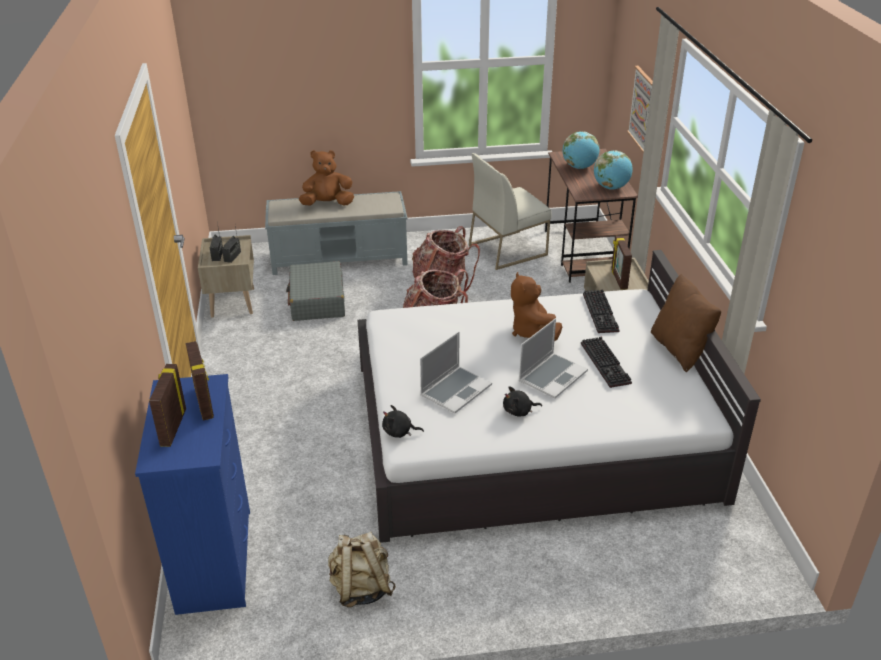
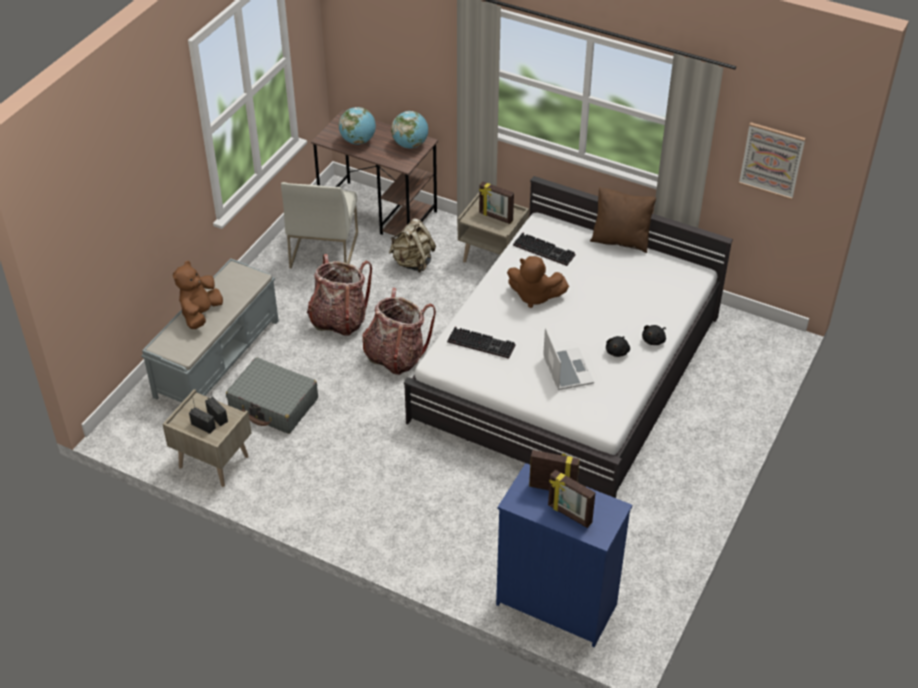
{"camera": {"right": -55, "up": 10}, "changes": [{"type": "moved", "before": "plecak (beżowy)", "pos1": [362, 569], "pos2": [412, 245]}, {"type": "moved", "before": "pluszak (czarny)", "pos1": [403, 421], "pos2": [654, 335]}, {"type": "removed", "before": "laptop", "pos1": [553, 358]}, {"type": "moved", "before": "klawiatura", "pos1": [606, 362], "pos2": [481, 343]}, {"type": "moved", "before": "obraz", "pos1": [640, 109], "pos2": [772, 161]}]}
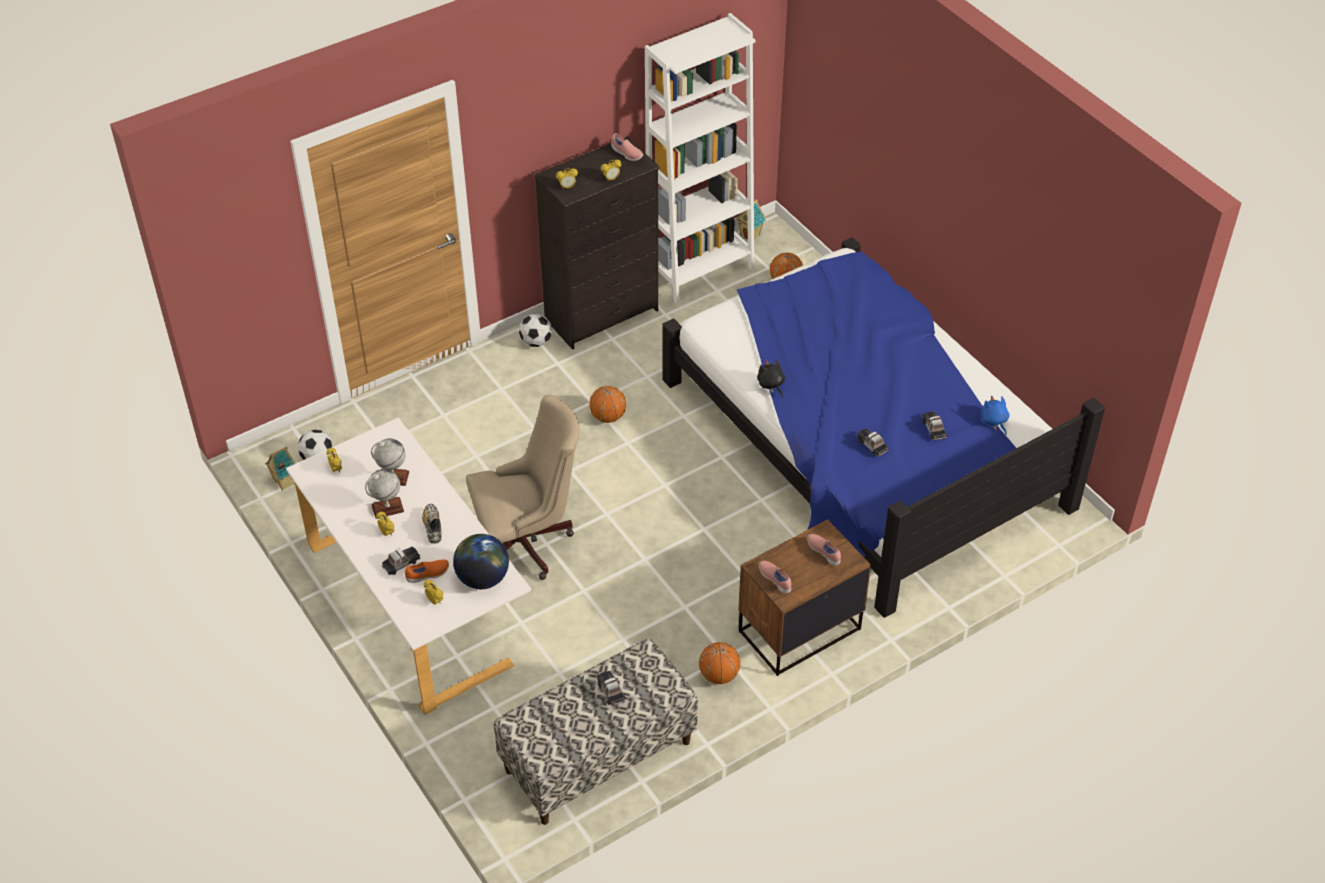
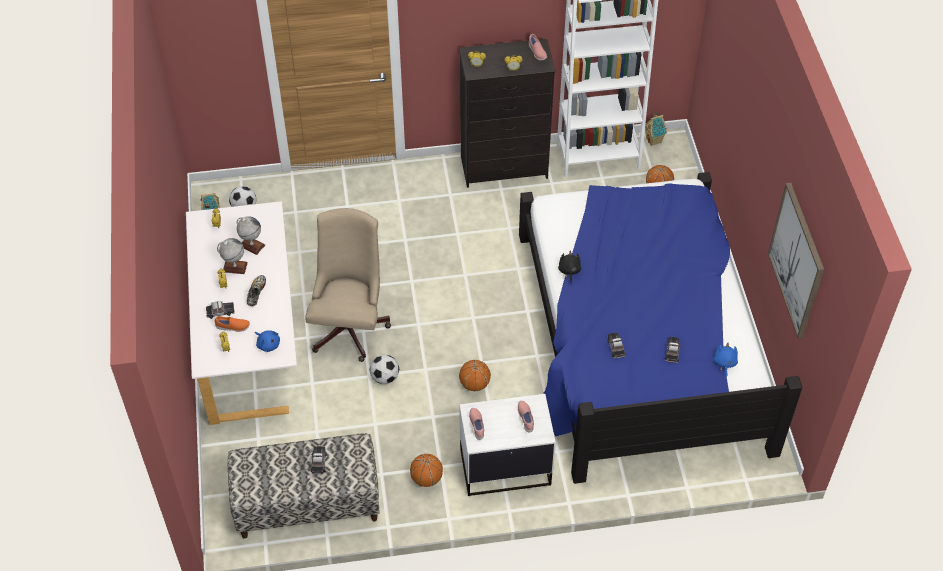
{"camera": {"right": 25, "up": 5}, "changes": [{"type": "replaced", "before": "globus", "after": "pluszak (niebieski)", "pos1": [481, 561], "pos2": [267, 341]}, {"type": "turned", "before": "krzesło biurowe (beżowy)", "pos1": [523, 487], "pos2": [348, 285], "turn": -90}, {"type": "moved", "before": "piłka futbolowa", "pos1": [535, 330], "pos2": [384, 369]}, {"type": "moved", "before": "piłka do koszykówki", "pos1": [608, 404], "pos2": [475, 375]}, {"type": "recoloured", "before": "szafka nocna (brązowy)", "after": "szafka nocna (biały)", "pos1": [804, 597], "pos2": [507, 445]}, {"type": "added", "after": "obraz", "pos2": [796, 261]}]}
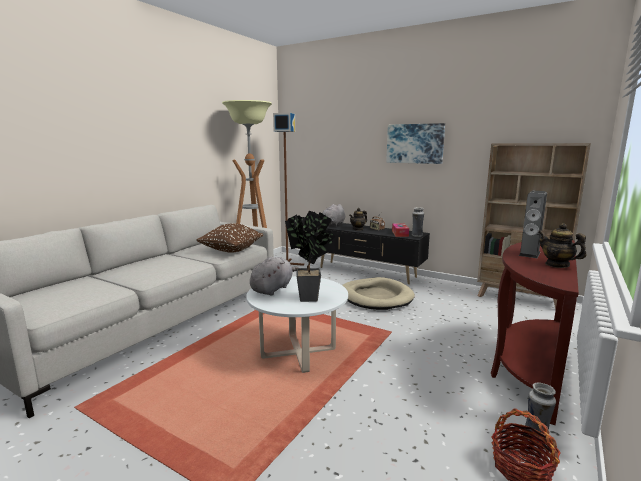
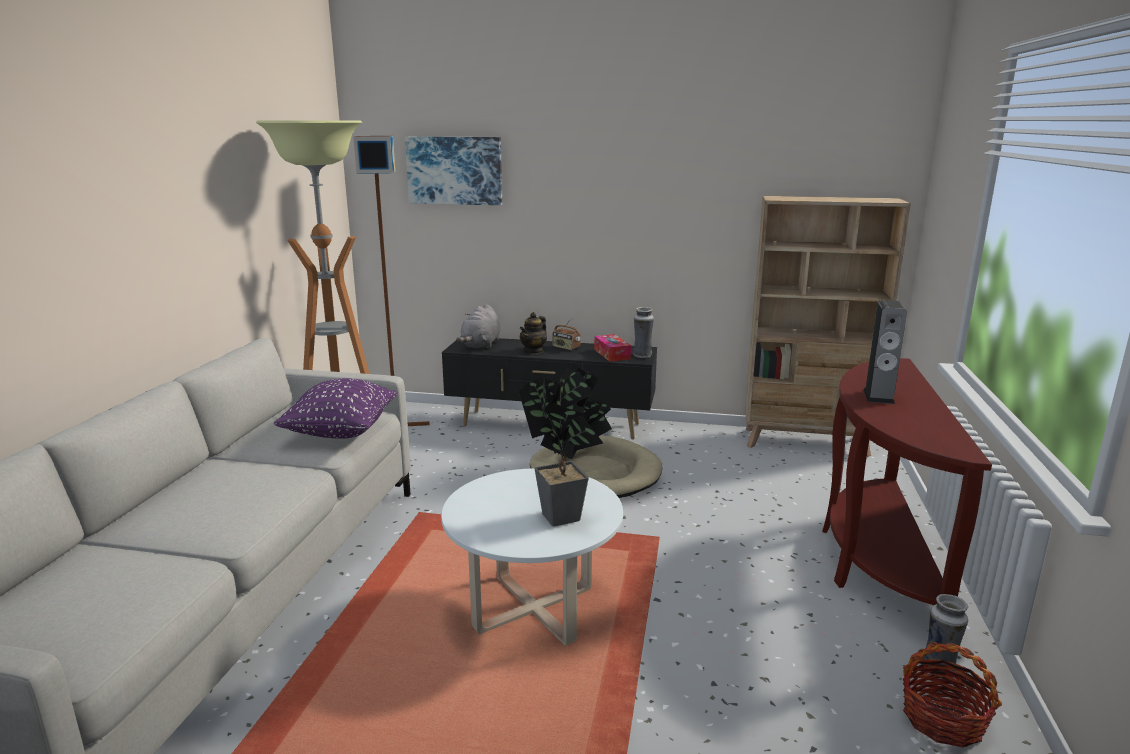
{"camera": {"right": -20, "up": 5}, "changes": [{"type": "recoloured", "before": "poduszka (brązowy)", "after": "poduszka (fioletowy)", "pos1": [229, 238], "pos2": [335, 408]}, {"type": "removed", "before": "pluszak (szary)", "pos1": [274, 276]}, {"type": "moved", "before": "obraz", "pos1": [415, 143], "pos2": [453, 171]}, {"type": "removed", "before": "imbryk", "pos1": [562, 245]}]}
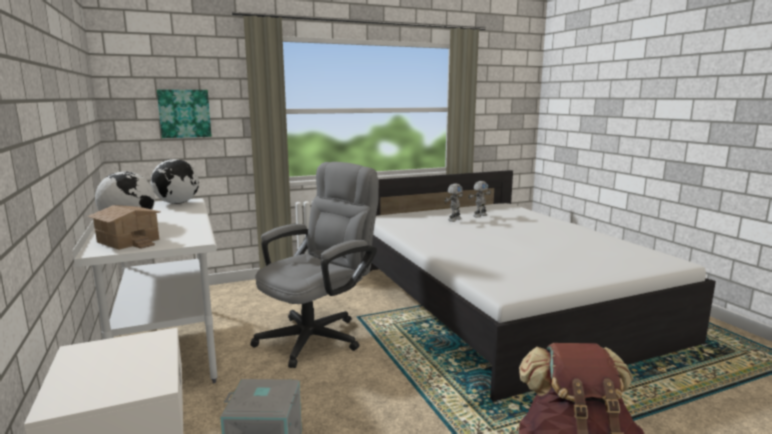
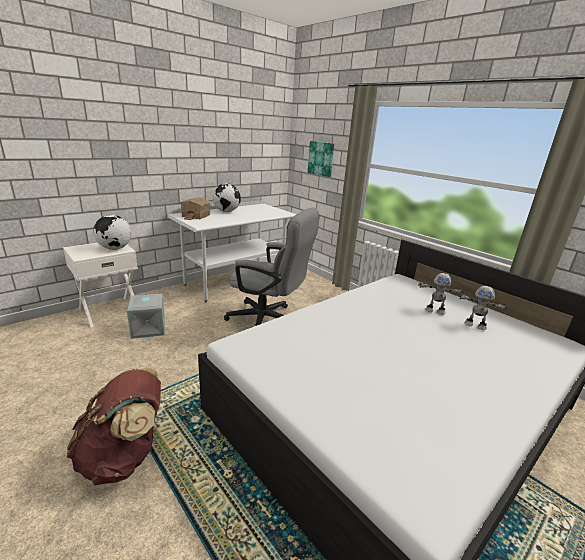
{"camera": {"right": 70, "up": 10}, "changes": [{"type": "moved", "before": "globus", "pos1": [175, 181], "pos2": [112, 232]}]}
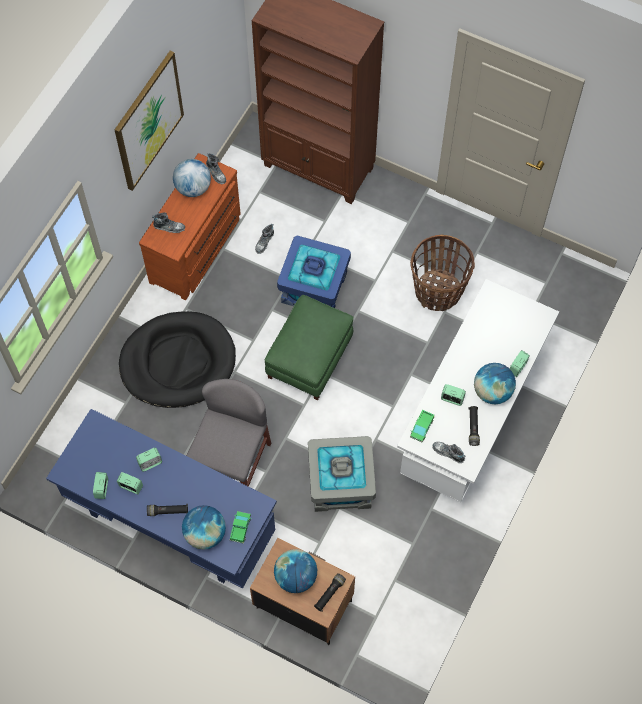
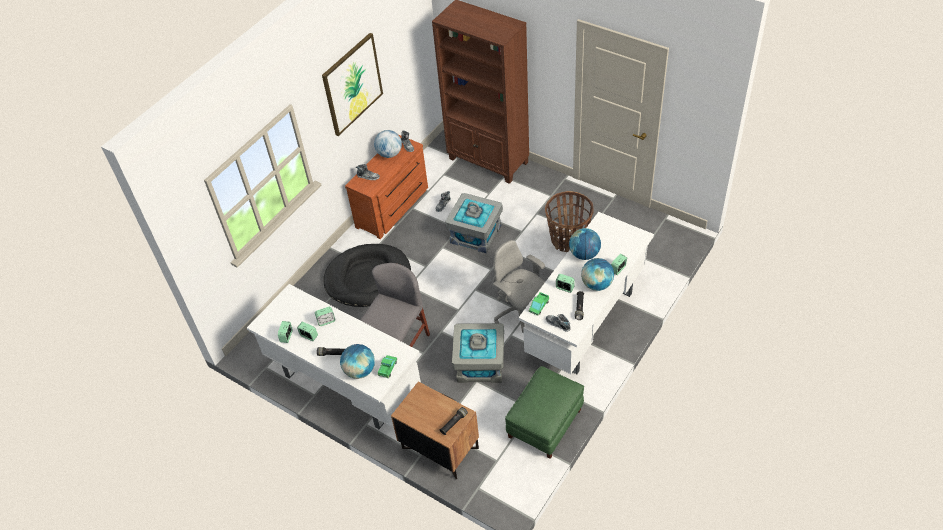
{"camera": {"right": 10, "up": -15}, "changes": [{"type": "recoloured", "before": "biurko (niebieski)", "after": "biurko (biały)", "pos1": [161, 498], "pos2": [334, 356]}, {"type": "moved", "before": "pufa (zielony)", "pos1": [309, 347], "pos2": [544, 412]}, {"type": "moved", "before": "globus", "pos1": [295, 571], "pos2": [585, 244]}, {"type": "recoloured", "before": "pojemnik do przechowywania (niebieski)", "after": "pojemnik do przechowywania (szary)", "pos1": [314, 272], "pos2": [474, 223]}, {"type": "added", "after": "krzesło biurowe (szary)", "pos2": [519, 287]}]}
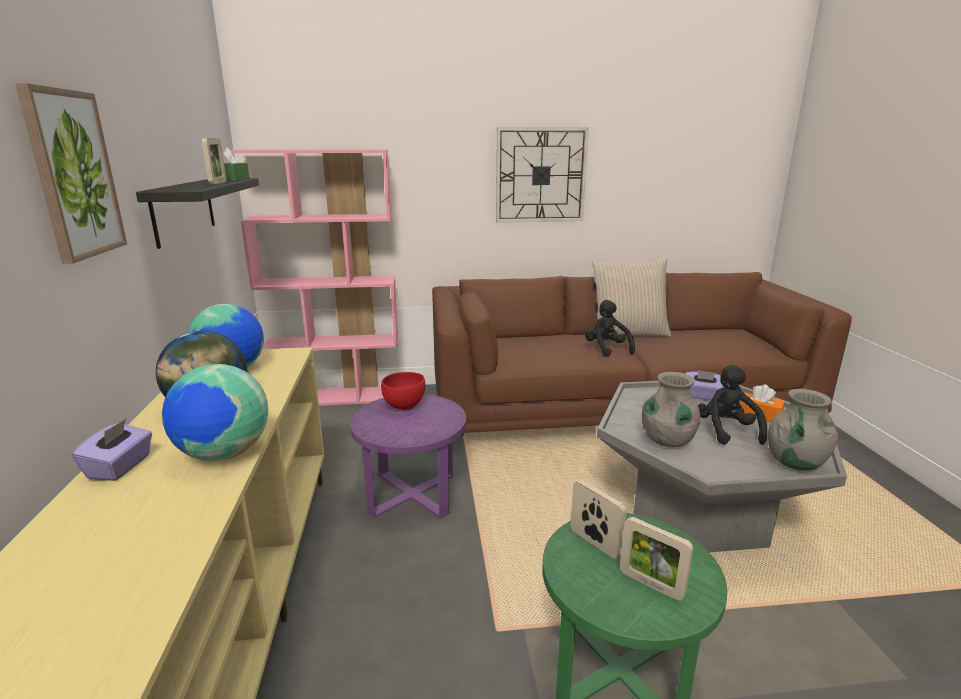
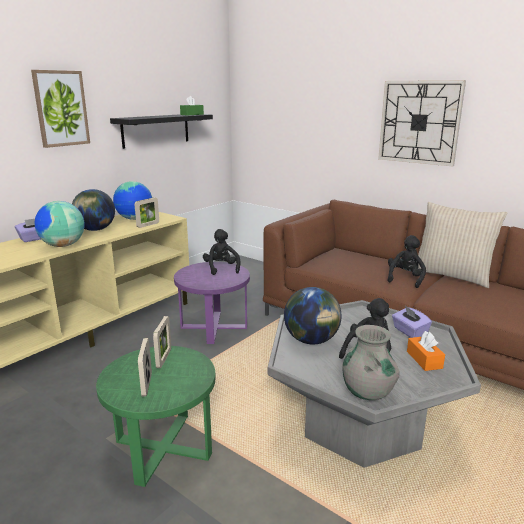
{"camera": {"right": 45, "up": 0}, "changes": [{"type": "moved", "before": "ramka na zdjęcie", "pos1": [214, 161], "pos2": [146, 212]}, {"type": "removed", "before": "regał (różowy)", "pos1": [314, 277]}, {"type": "replaced", "before": "miska (czerwony)", "after": "pluszak (czarny)", "pos1": [403, 391], "pos2": [221, 252]}, {"type": "replaced", "before": "wazon (szary)", "after": "globus", "pos1": [671, 409], "pos2": [313, 316]}]}
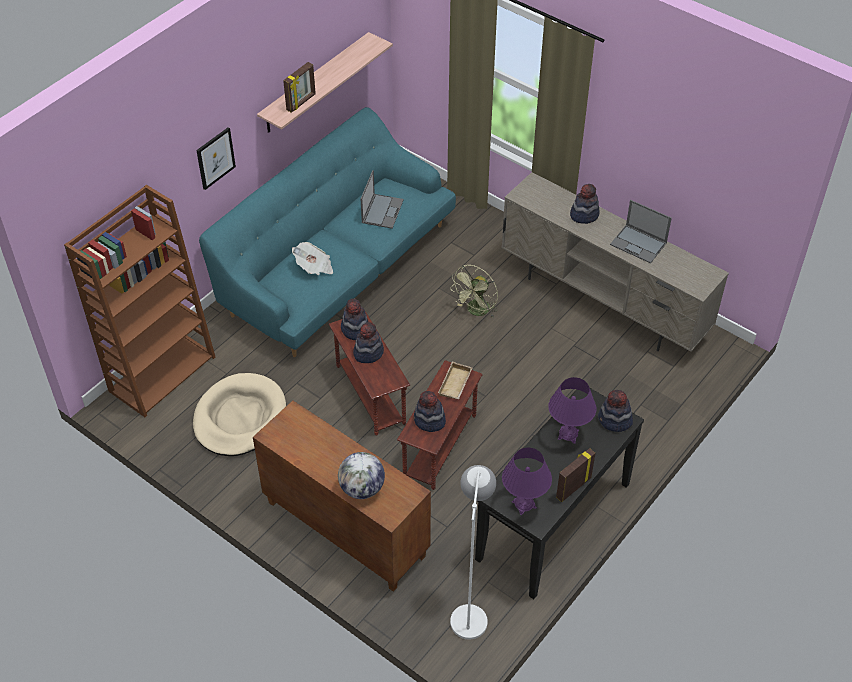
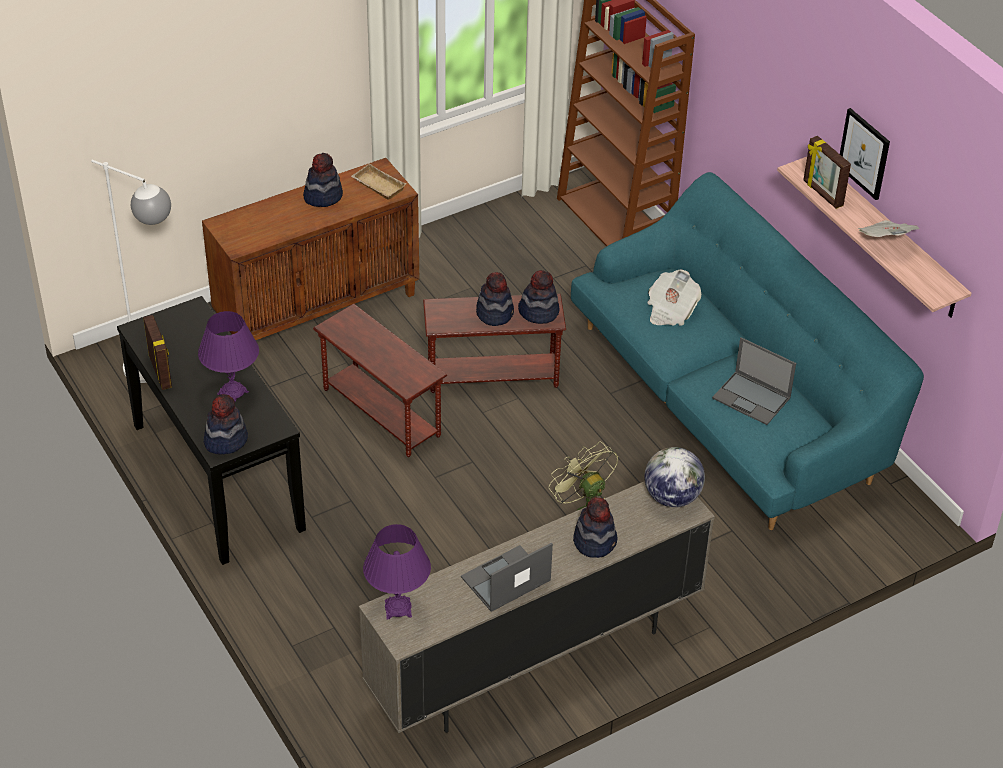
{"camera": {"right": 110, "up": -5}, "changes": [{"type": "removed", "before": "legowisko (beżowy)", "pos1": [239, 414]}, {"type": "moved", "before": "obraz", "pos1": [216, 158], "pos2": [865, 154]}, {"type": "moved", "before": "globus", "pos1": [361, 475], "pos2": [674, 477]}, {"type": "moved", "before": "kapelusz", "pos1": [430, 411], "pos2": [323, 180]}, {"type": "moved", "before": "taca (beżowy)", "pos1": [455, 380], "pos2": [378, 181]}, {"type": "moved", "before": "lampa stołowa (fioletowy)", "pos1": [527, 481], "pos2": [397, 572]}, {"type": "added", "after": "gazeta", "pos2": [888, 228]}]}
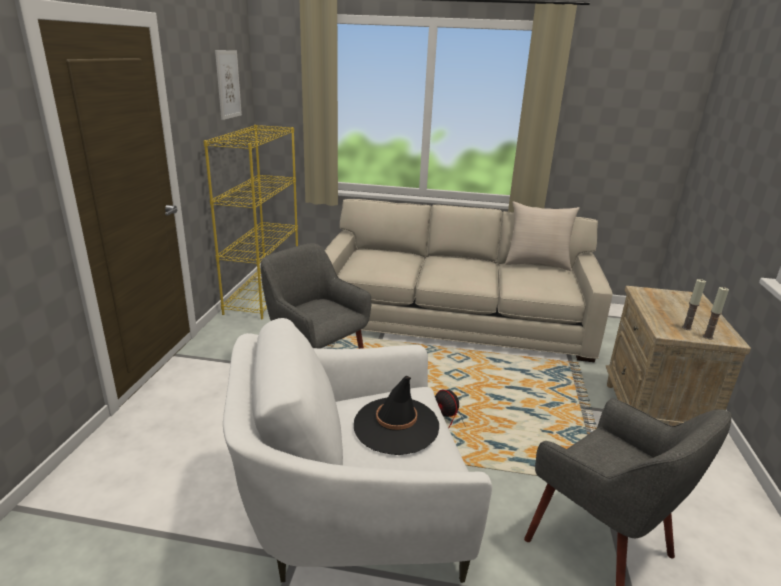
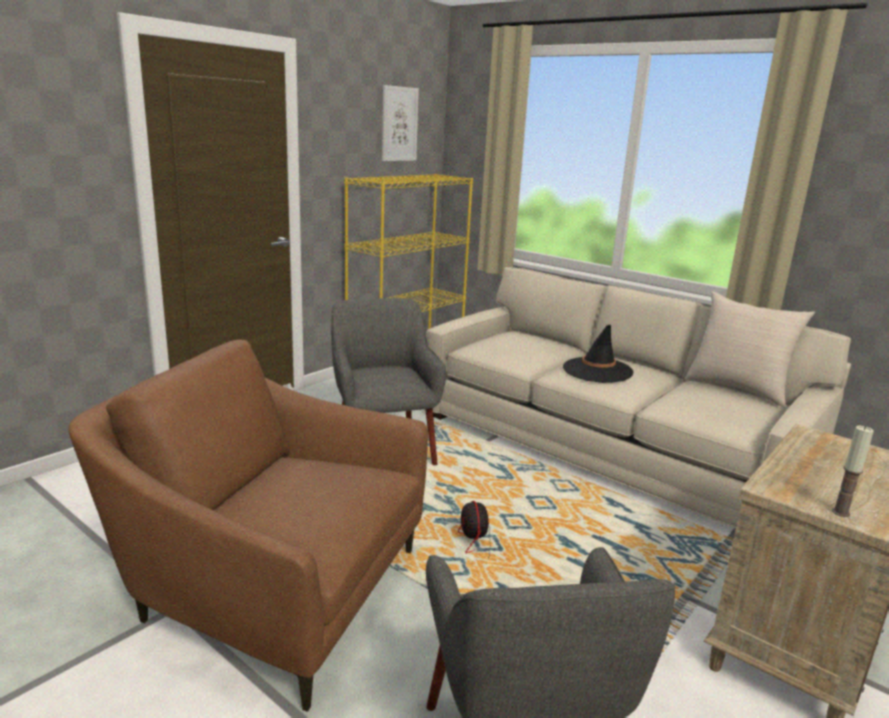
{"camera": {"right": 30, "up": -5}, "changes": [{"type": "recoloured", "before": "fotel (biały)", "after": "fotel (brązowy)", "pos1": [357, 450], "pos2": [248, 526]}, {"type": "moved", "before": "kapelusz (czarny)", "pos1": [396, 415], "pos2": [598, 354]}, {"type": "removed", "before": "świeca", "pos1": [694, 304]}]}
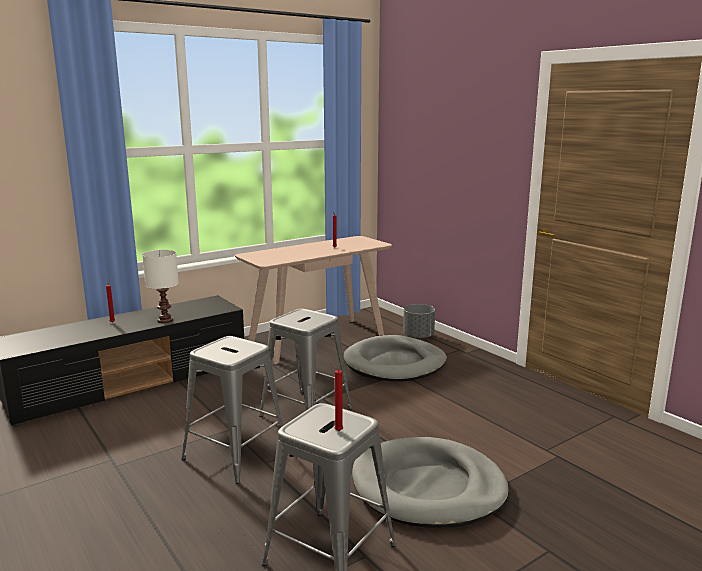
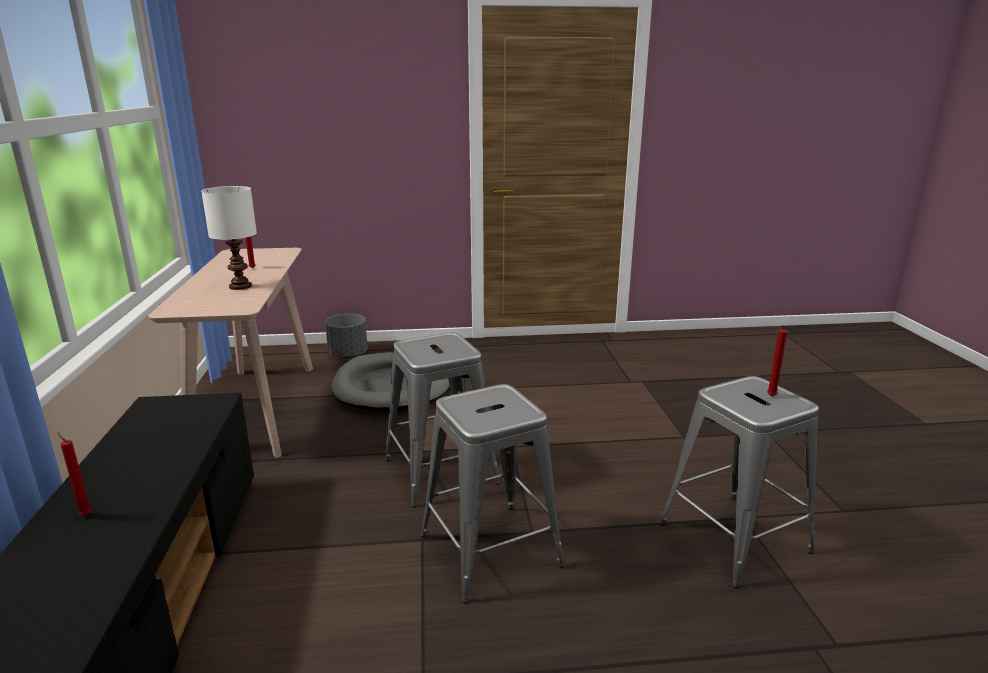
{"camera": {"right": -60, "up": 5}, "changes": [{"type": "moved", "before": "lampa stołowa (biały)", "pos1": [160, 286], "pos2": [229, 238]}, {"type": "removed", "before": "legowisko (szary)", "pos1": [430, 482]}]}
